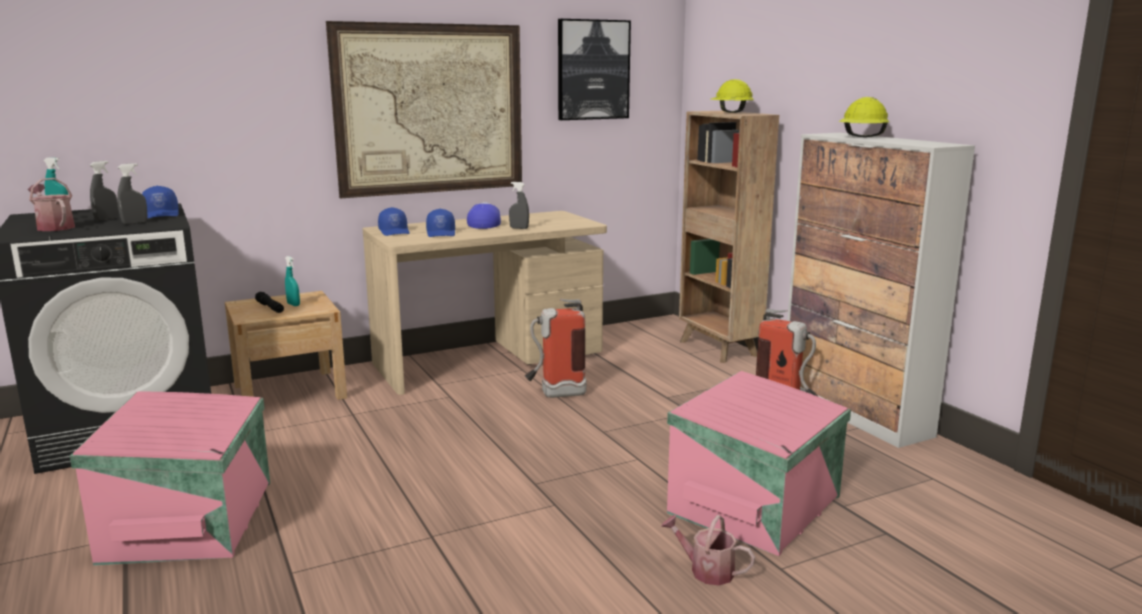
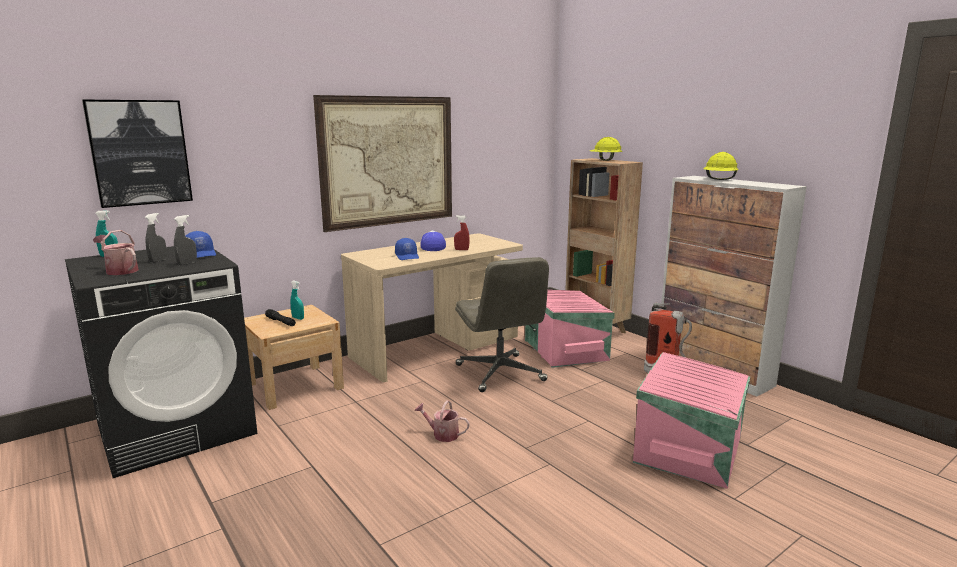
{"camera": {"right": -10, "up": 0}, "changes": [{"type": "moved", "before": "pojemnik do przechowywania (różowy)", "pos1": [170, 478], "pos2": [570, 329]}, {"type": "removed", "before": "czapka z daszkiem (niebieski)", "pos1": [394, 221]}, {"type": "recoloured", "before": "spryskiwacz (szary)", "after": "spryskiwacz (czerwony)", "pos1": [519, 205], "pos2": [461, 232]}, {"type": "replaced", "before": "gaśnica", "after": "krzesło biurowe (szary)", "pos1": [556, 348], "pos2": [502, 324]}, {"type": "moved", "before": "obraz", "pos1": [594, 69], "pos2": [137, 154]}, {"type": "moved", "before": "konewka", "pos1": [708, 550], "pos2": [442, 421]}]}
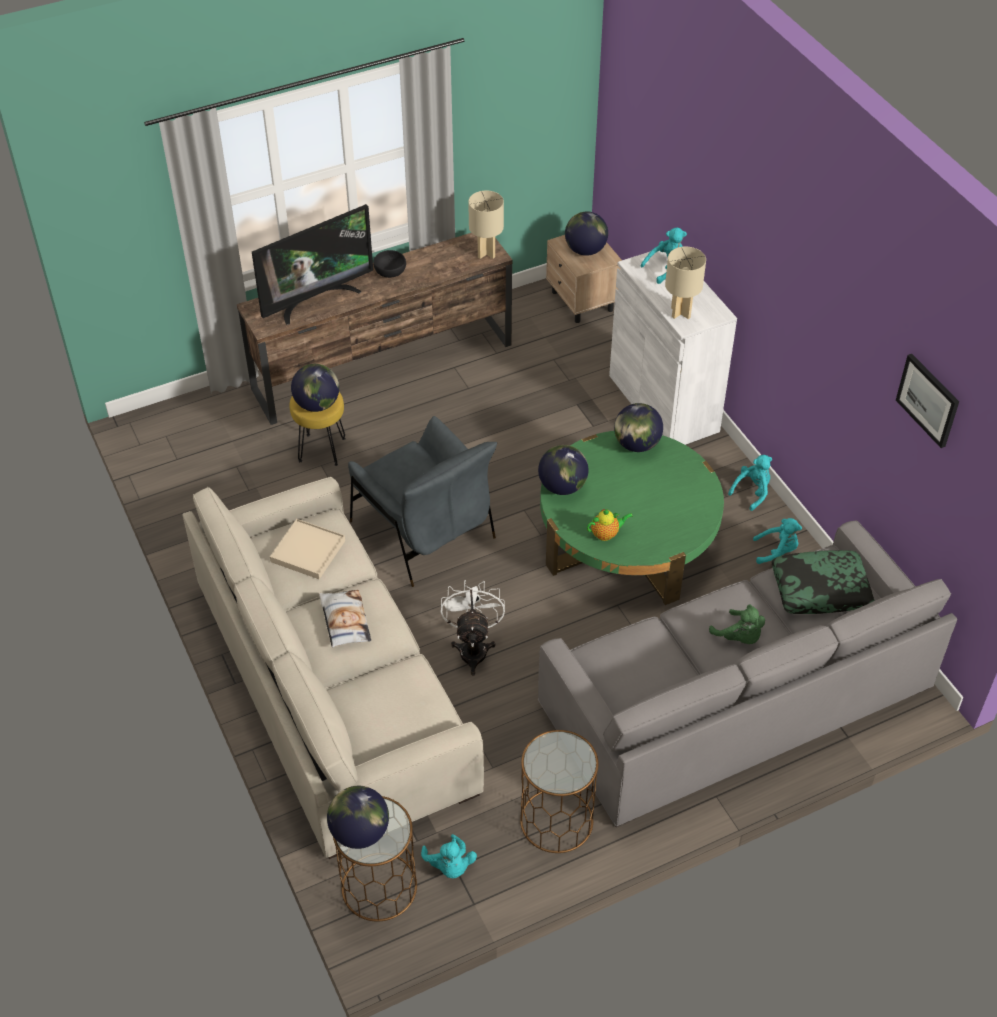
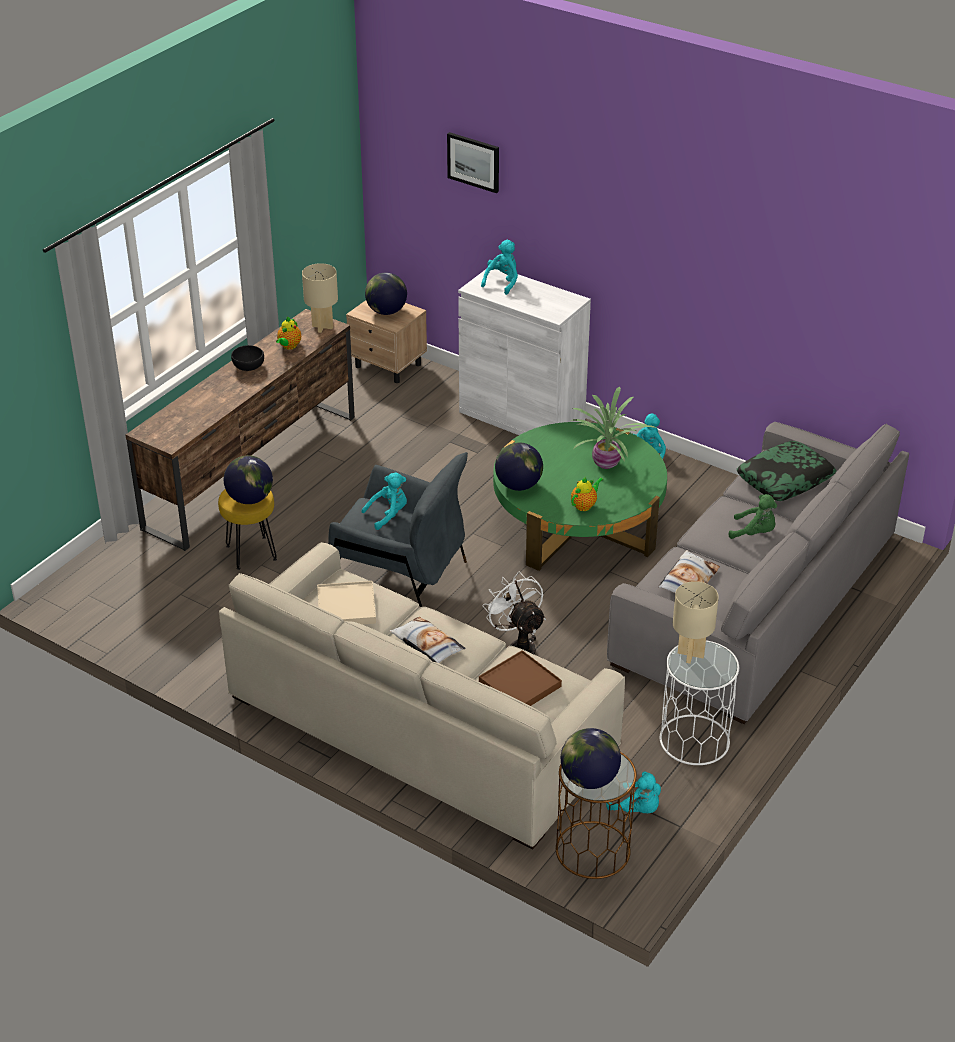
{"camera": {"right": -30, "up": -10}, "changes": [{"type": "removed", "before": "telewizor", "pos1": [312, 264]}, {"type": "recoloured", "before": "stolik (brązowy)", "after": "stolik (biały)", "pos1": [559, 791], "pos2": [699, 702]}, {"type": "removed", "before": "globus", "pos1": [638, 427]}, {"type": "moved", "before": "lampa stołowa (beżowy)", "pos1": [685, 283], "pos2": [696, 622]}, {"type": "moved", "before": "pluszak (turkusowy)", "pos1": [777, 541], "pos2": [384, 501]}, {"type": "moved", "before": "obraz", "pos1": [927, 401], "pos2": [473, 162]}, {"type": "added", "after": "imbryk", "pos2": [288, 333]}, {"type": "added", "after": "taca (brązowy)", "pos2": [520, 678]}, {"type": "added", "after": "roślina doniczkowa", "pos2": [613, 428]}, {"type": "added", "after": "poduszka", "pos2": [689, 571]}]}
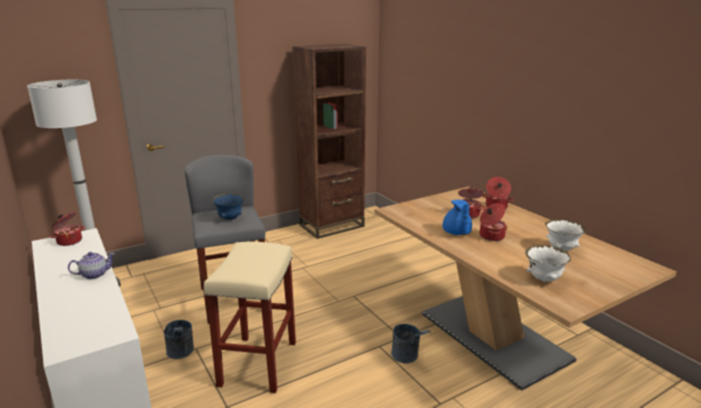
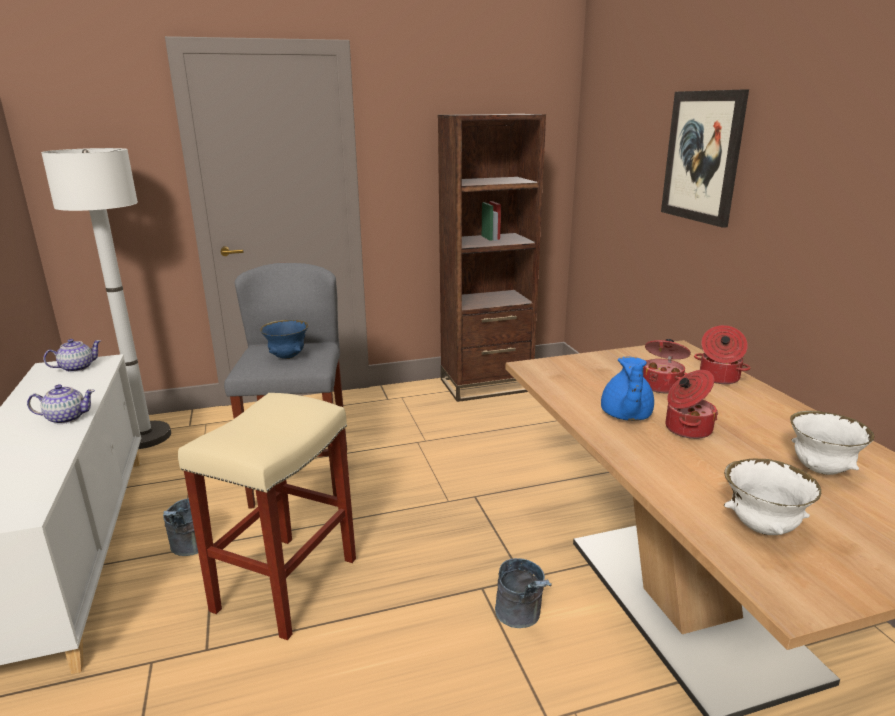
{"camera": {"right": 15, "up": 0}, "changes": [{"type": "replaced", "before": "garnek", "after": "imbryk", "pos1": [67, 229], "pos2": [72, 355]}, {"type": "added", "after": "obraz", "pos2": [705, 158]}]}
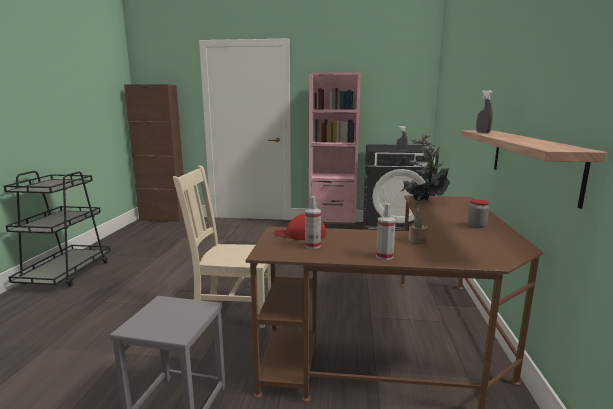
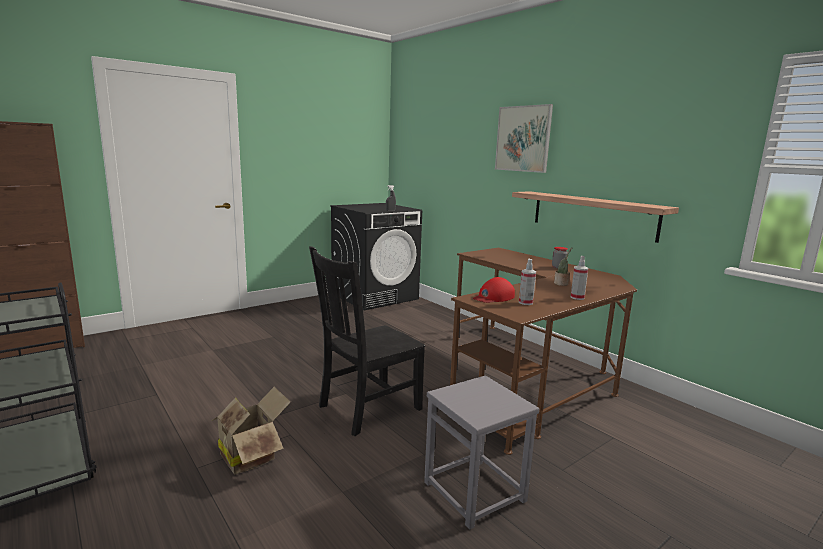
{"camera": {"right": -45, "up": 0}, "changes": [{"type": "recoloured", "before": "krzesło (beżowy)", "after": "krzesło (czarny)", "pos1": [222, 246], "pos2": [367, 341]}, {"type": "removed", "before": "regał (różowy)", "pos1": [335, 150]}, {"type": "removed", "before": "roślina doniczkowa", "pos1": [425, 166]}, {"type": "removed", "before": "spryskiwacz (szary)", "pos1": [484, 111]}, {"type": "added", "after": "karton", "pos2": [251, 430]}, {"type": "added", "after": "obraz", "pos2": [524, 138]}]}
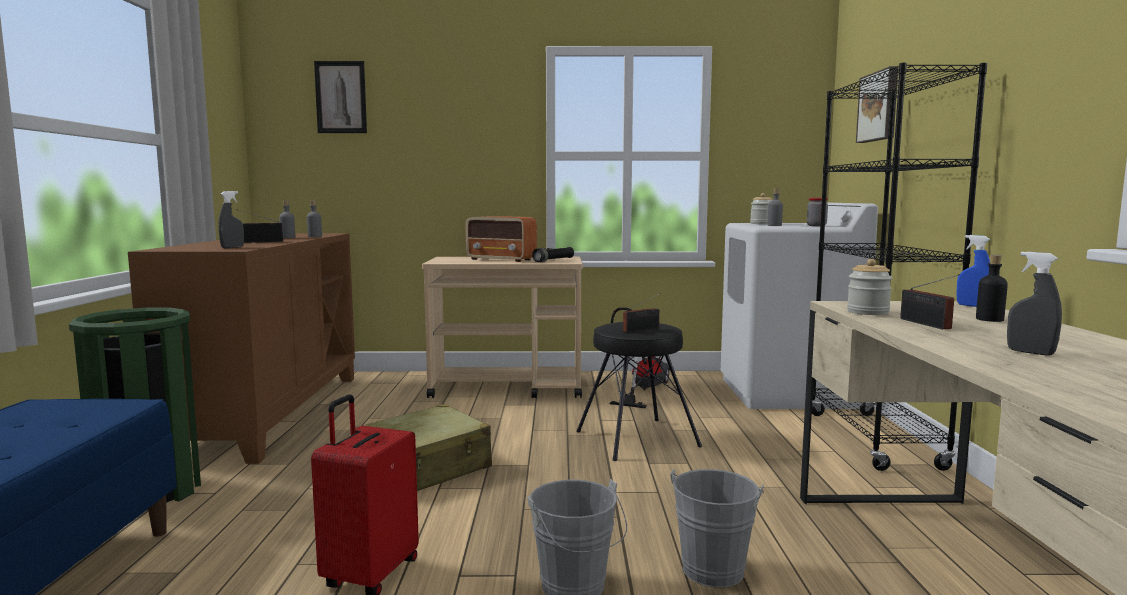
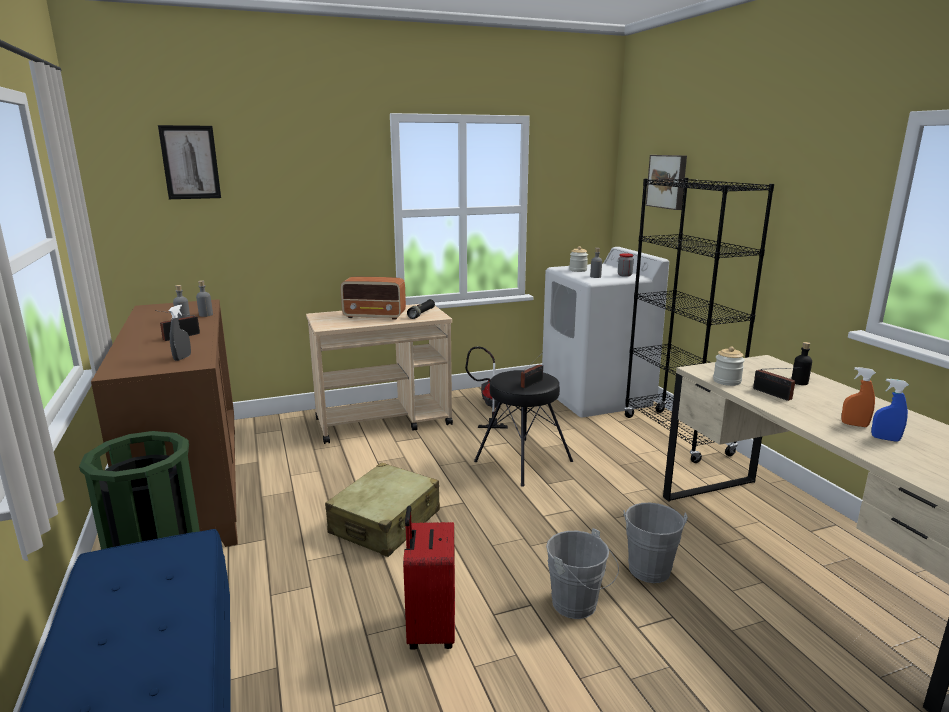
{"camera": {"right": -20, "up": 10}, "changes": [{"type": "moved", "before": "spryskiwacz (niebieski)", "pos1": [973, 271], "pos2": [890, 410]}, {"type": "recoloured", "before": "spryskiwacz (szary)", "after": "spryskiwacz (pomarańczowy)", "pos1": [1034, 303], "pos2": [858, 397]}]}
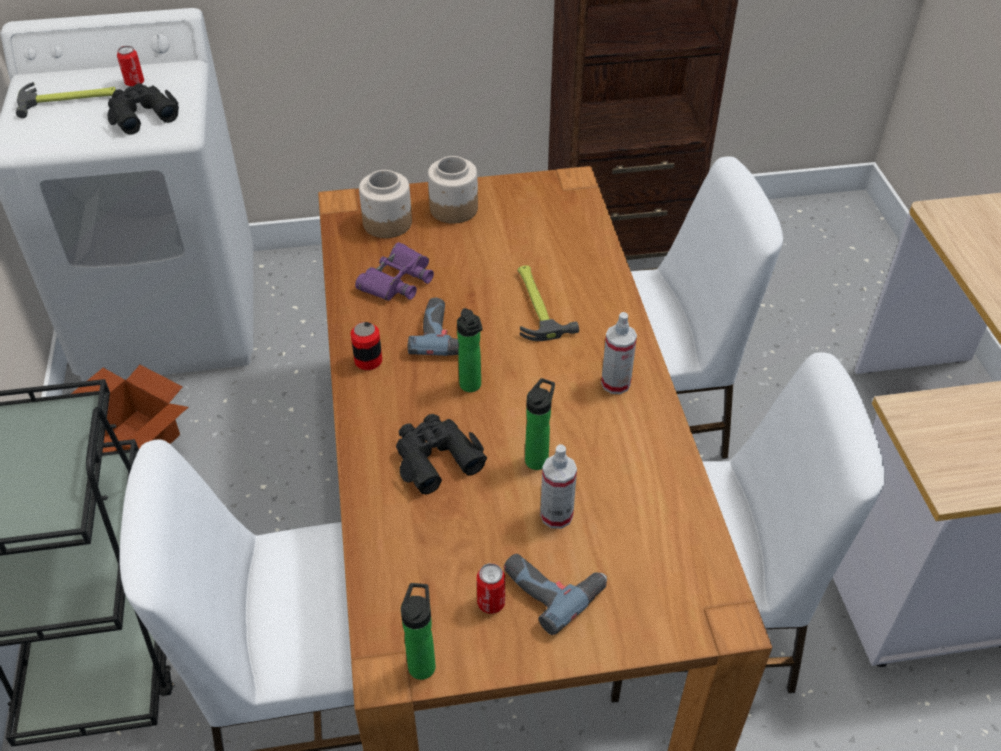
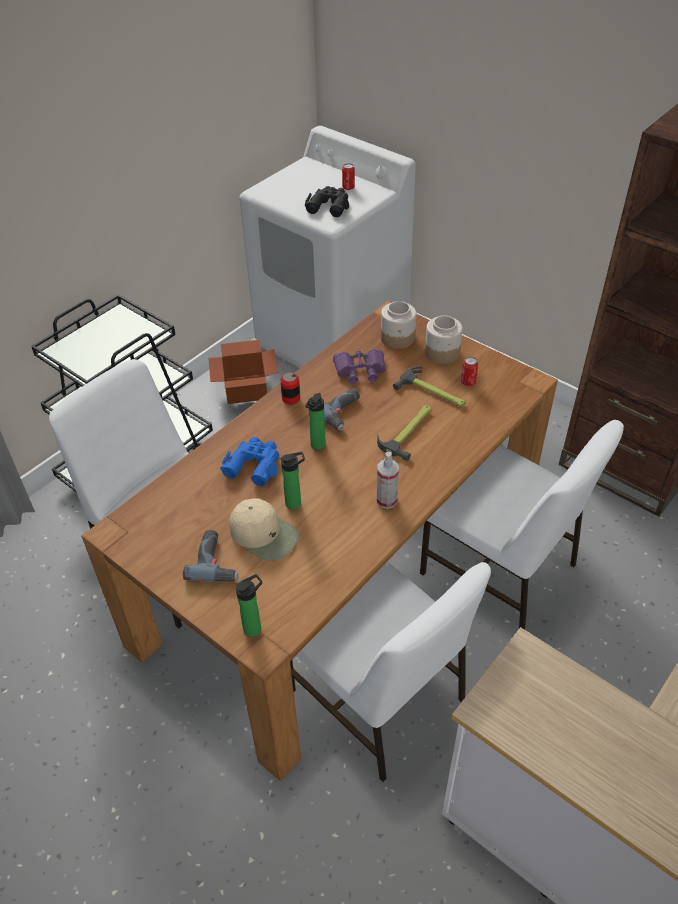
{"camera": {"right": 50, "up": 0}, "changes": [{"type": "moved", "before": "młotek", "pos1": [66, 100], "pos2": [429, 386]}, {"type": "recoloured", "before": "lornetka (czarny)", "after": "lornetka (niebieski)", "pos1": [441, 454], "pos2": [249, 461]}, {"type": "moved", "before": "butelka", "pos1": [418, 631], "pos2": [249, 605]}, {"type": "moved", "before": "puszka", "pos1": [491, 588], "pos2": [469, 371]}, {"type": "replaced", "before": "spryskiwacz", "after": "czapka z daszkiem (beżowy)", "pos1": [558, 486], "pos2": [264, 529]}]}
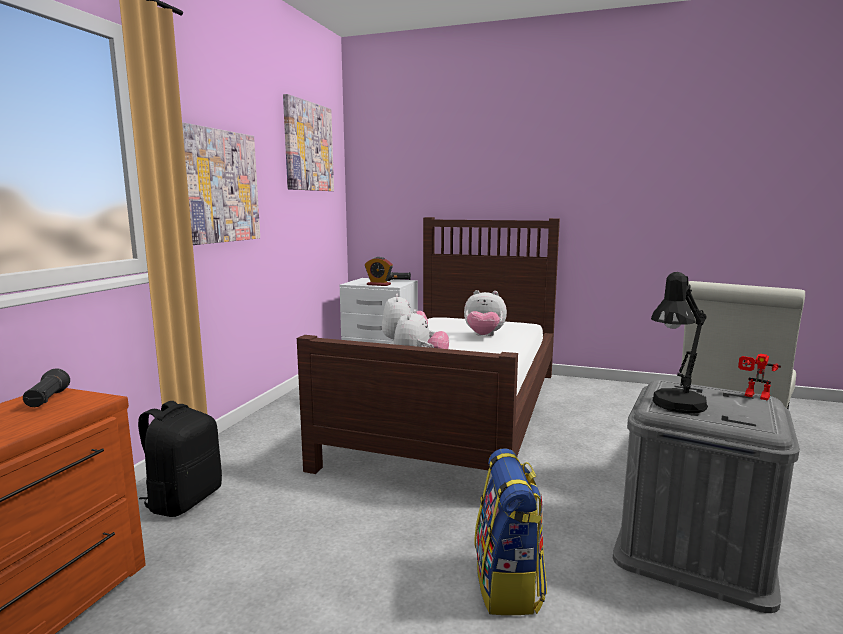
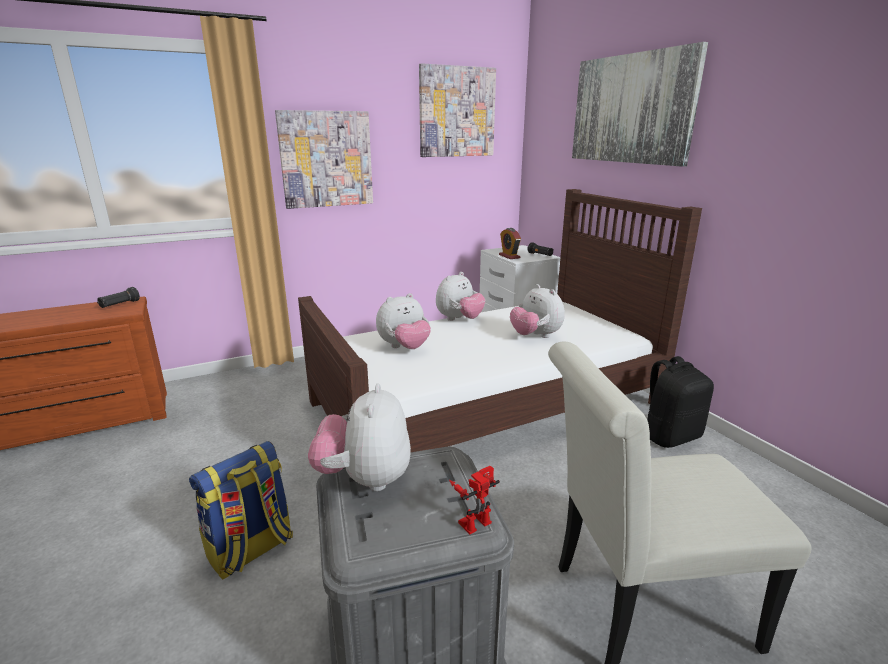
{"camera": {"right": 45, "up": 10}, "changes": [{"type": "moved", "before": "plecak (czarny)", "pos1": [180, 459], "pos2": [680, 402]}, {"type": "replaced", "before": "lampa stołowa (czarny)", "after": "pluszak", "pos1": [679, 342], "pos2": [359, 437]}, {"type": "turned", "before": "robot zabawkowy", "pos1": [759, 377], "pos2": [474, 500], "turn": 60}, {"type": "added", "after": "obraz", "pos2": [640, 104]}]}
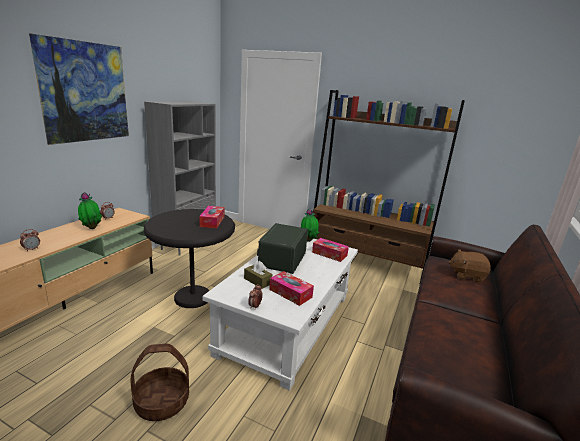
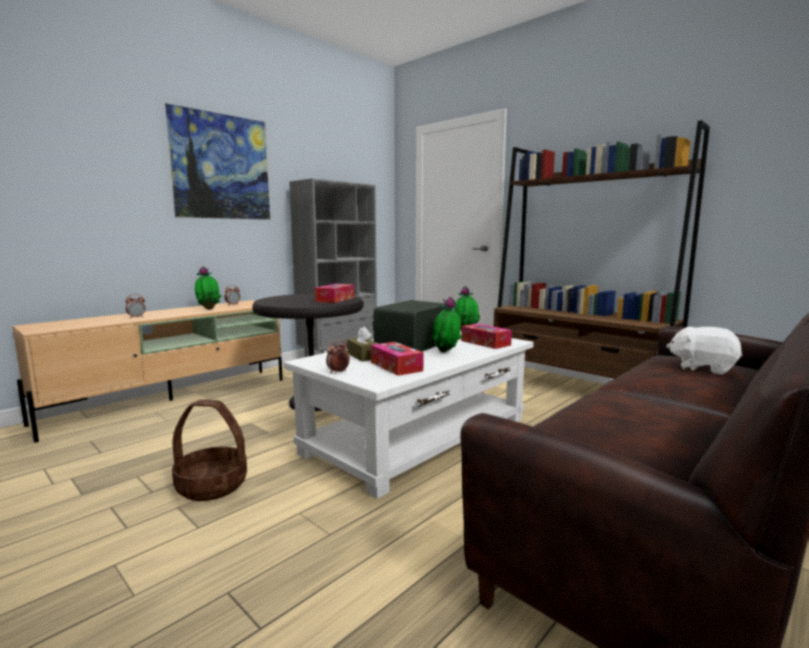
{"camera": {"right": 20, "up": -10}, "changes": [{"type": "recoloured", "before": "pluszak (brązowy)", "after": "pluszak (biały)", "pos1": [469, 265], "pos2": [704, 351]}, {"type": "added", "after": "roślina doniczkowa", "pos2": [446, 324]}]}
